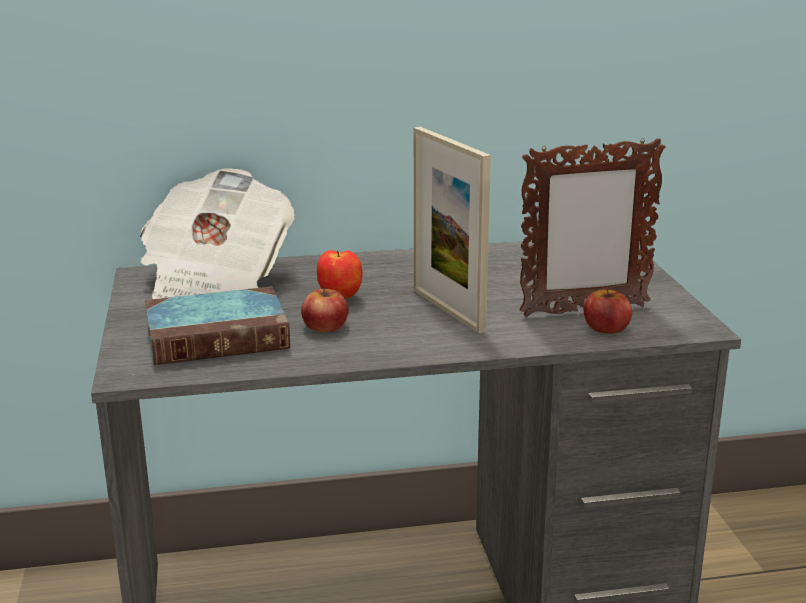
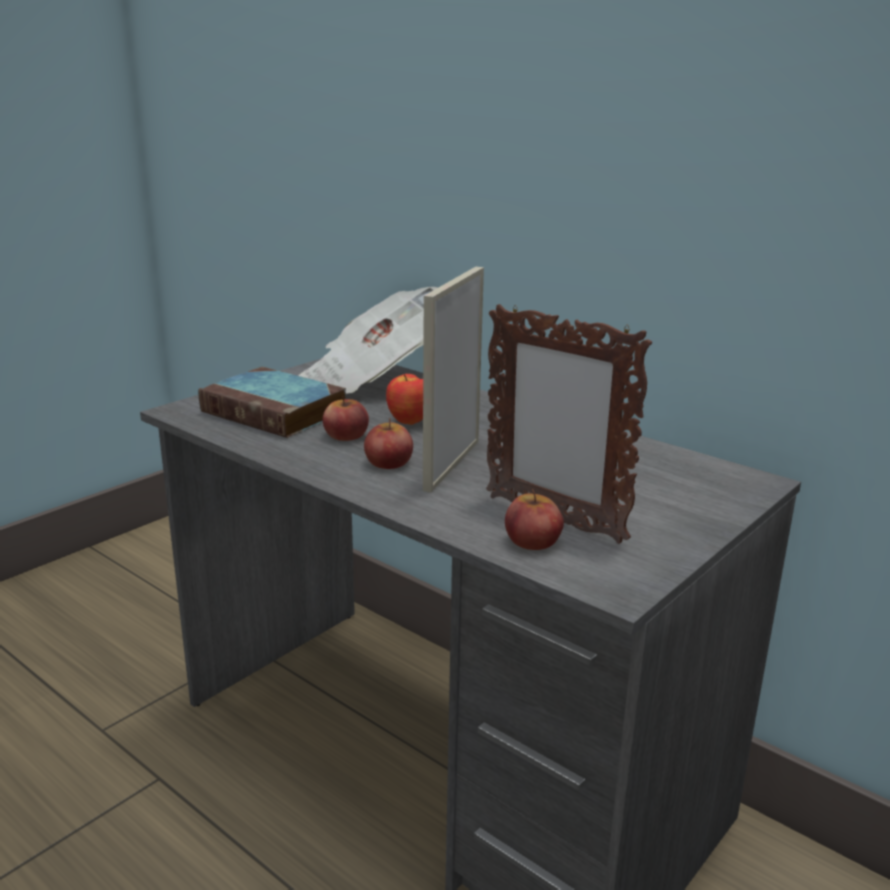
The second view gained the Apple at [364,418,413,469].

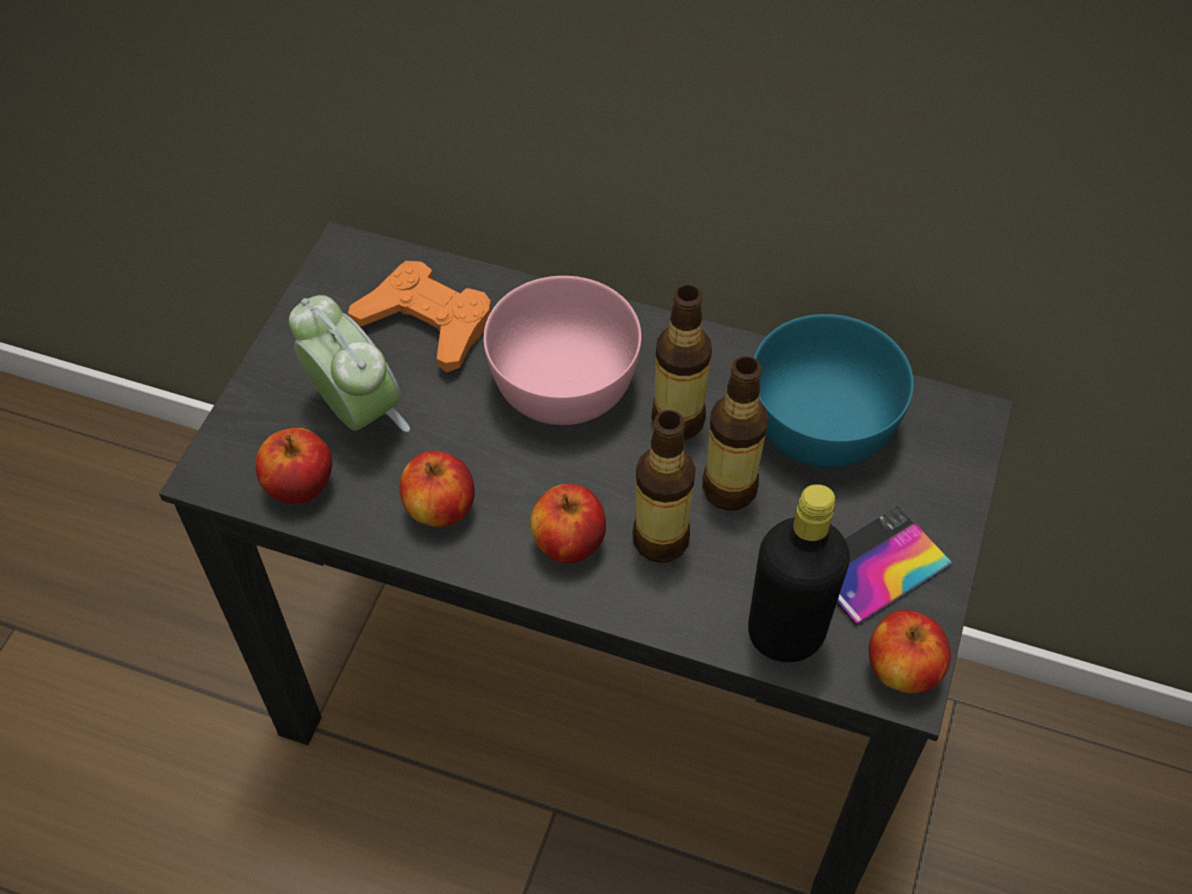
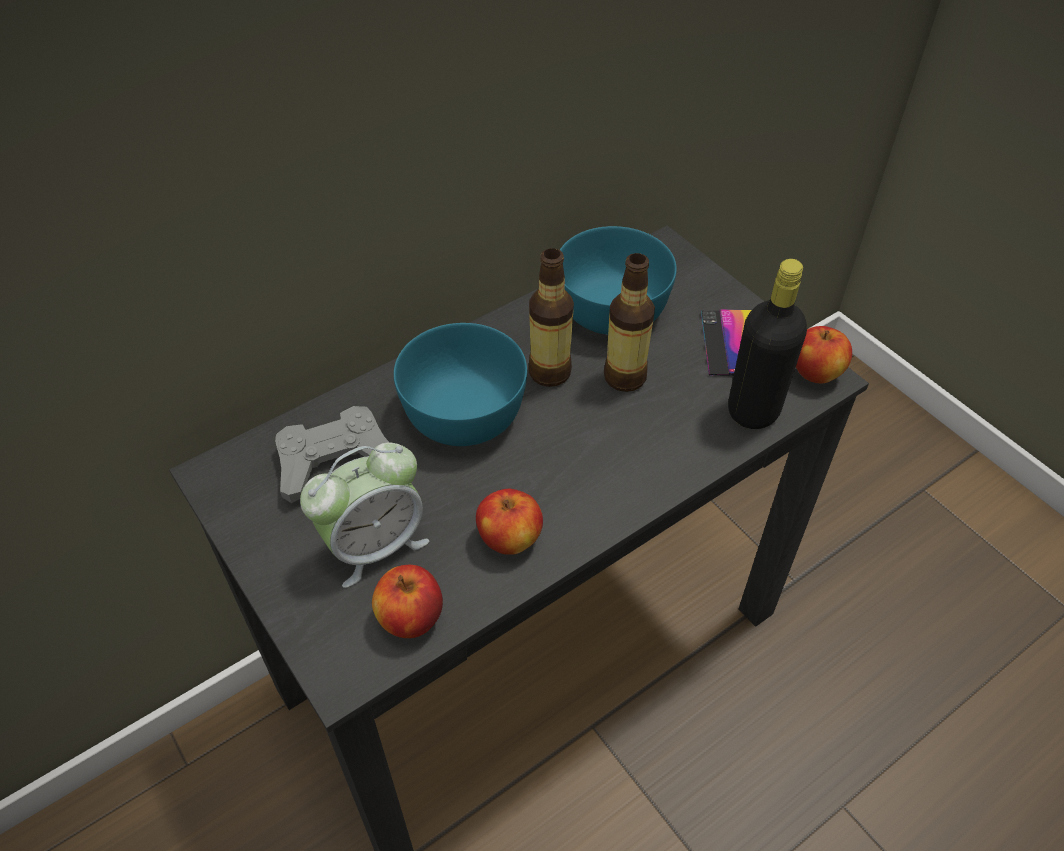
The TableClock at [289,295,410,432] ended up facing another way, 150 degrees clockwise from before.
What was the OrangeGamepad at [348,261,491,373] turned into the GrayGamepad at [275,406,389,503].
What was the PinkBowl at [484,276,641,425] turned into the TurquoiseColouredBowl at [394,323,527,446].
The second view lost the Apple at [530,484,606,563].
The second view lost the Bottle at [632,410,696,563].

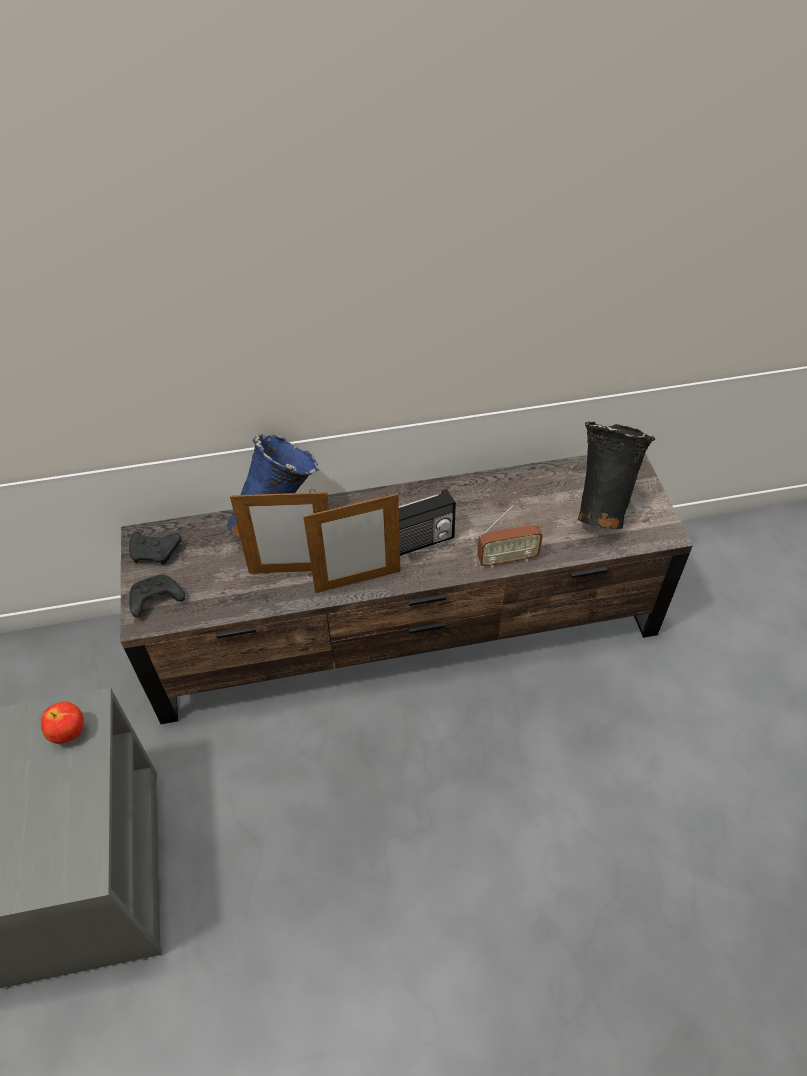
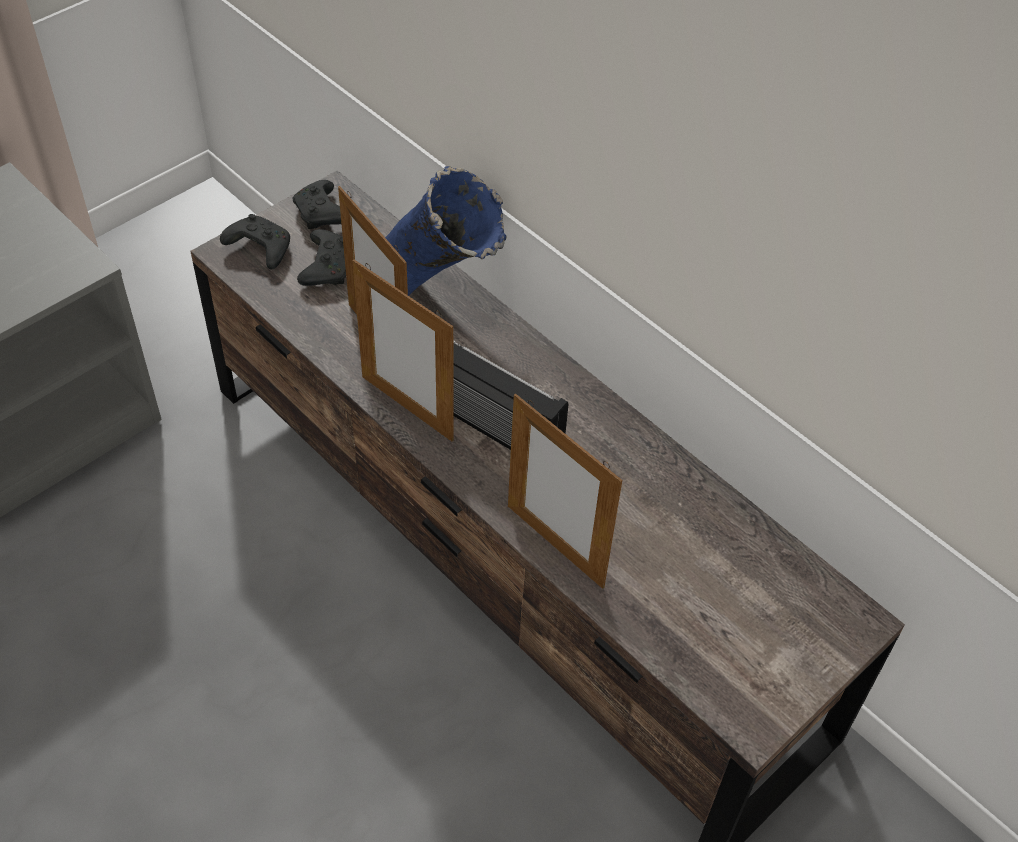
The second view lost the Apple at [41,702,84,744].
Where the Radio stood at [477,505,543,568], the PictureFrame came to stand at [508,393,622,589].
The second view lost the BlackVase at [578,421,655,529].
The second view gained the BlackGamepad at [297,229,346,286].

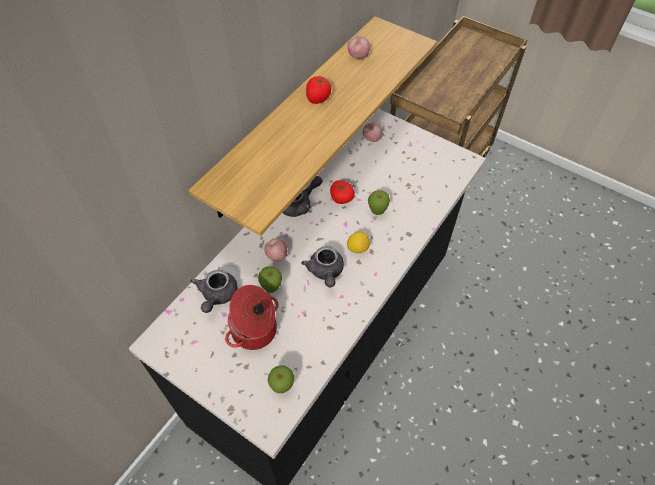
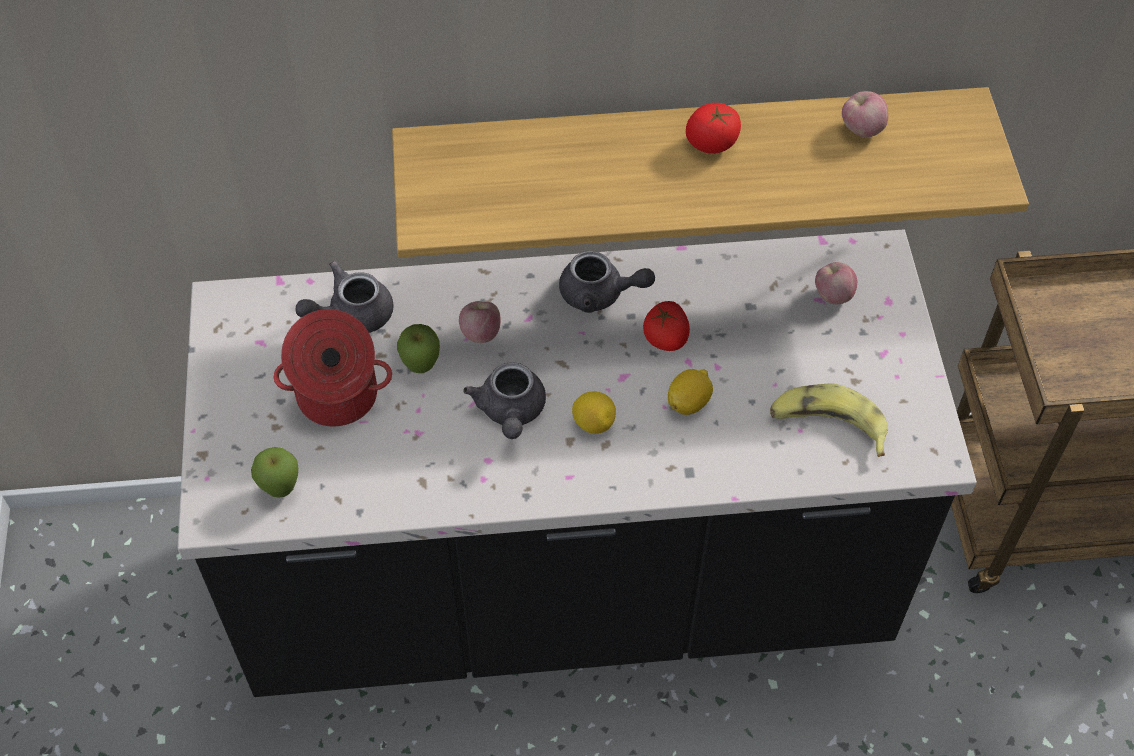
The GrayTeaPot at [301,246,344,288] ended up facing another way, 45 degrees counterclockwise from before.
Where the Apple stood at [368,190,390,215], the CitrusFruit came to stand at [668,369,713,415].
The second view gained the WholeBanana at [770,383,888,457].

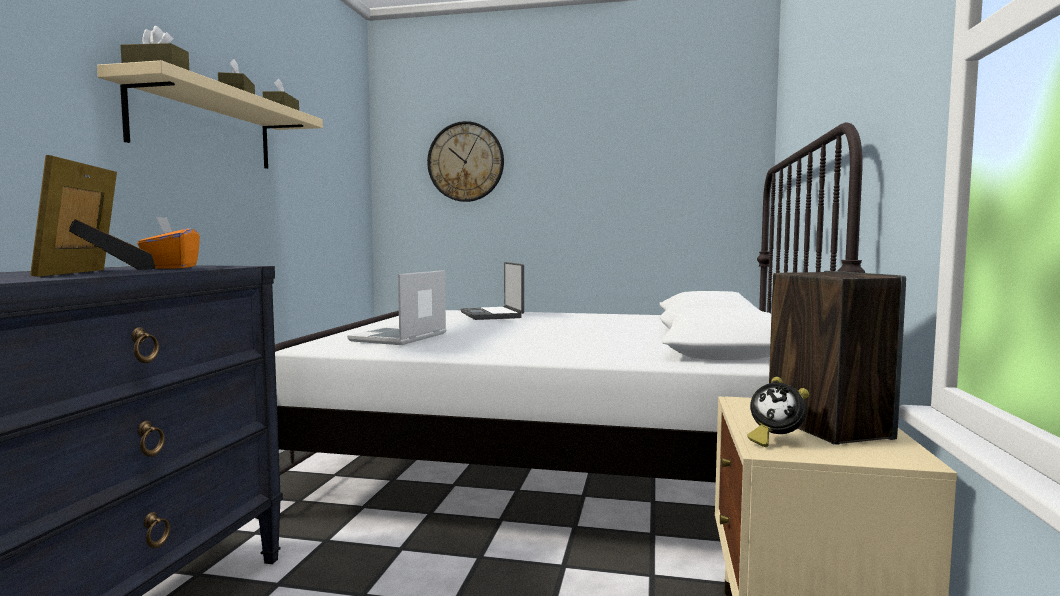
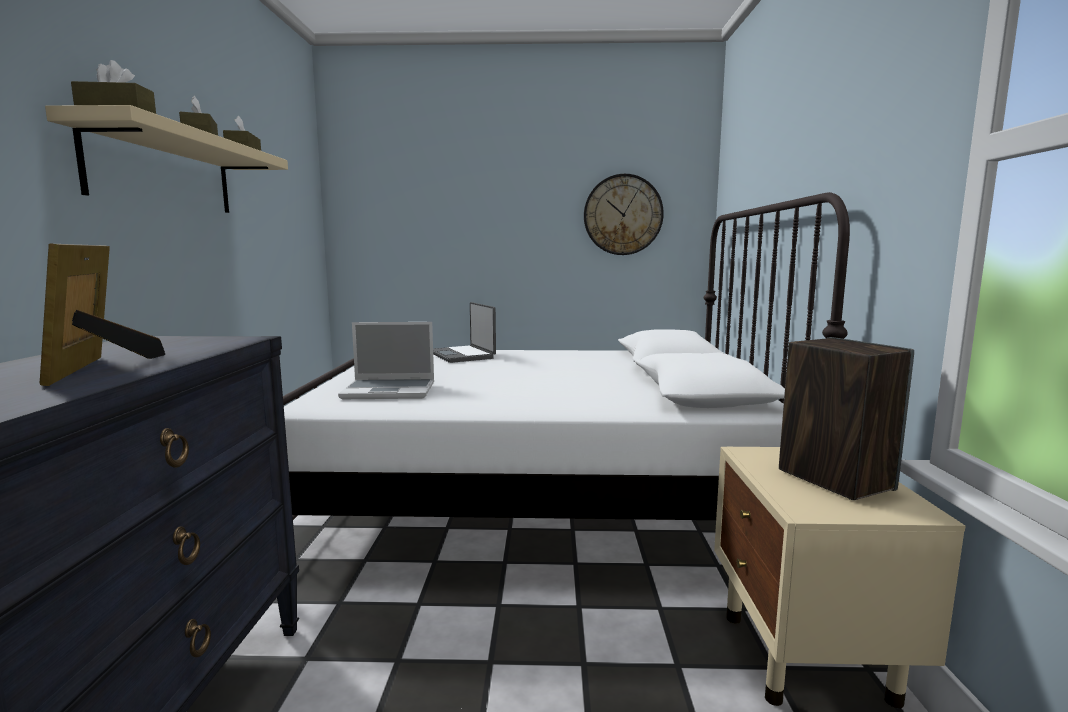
The second view lost the OrangeTissueHolder at [137,216,200,269].
The PortableComputer at [347,270,446,345] ended up facing another way, 105 degrees counterclockwise from before.
The WallClock ended up elsewhere, having gone from [427,121,504,202] to [584,174,664,255].
The second view lost the TableClock at [747,377,809,447].

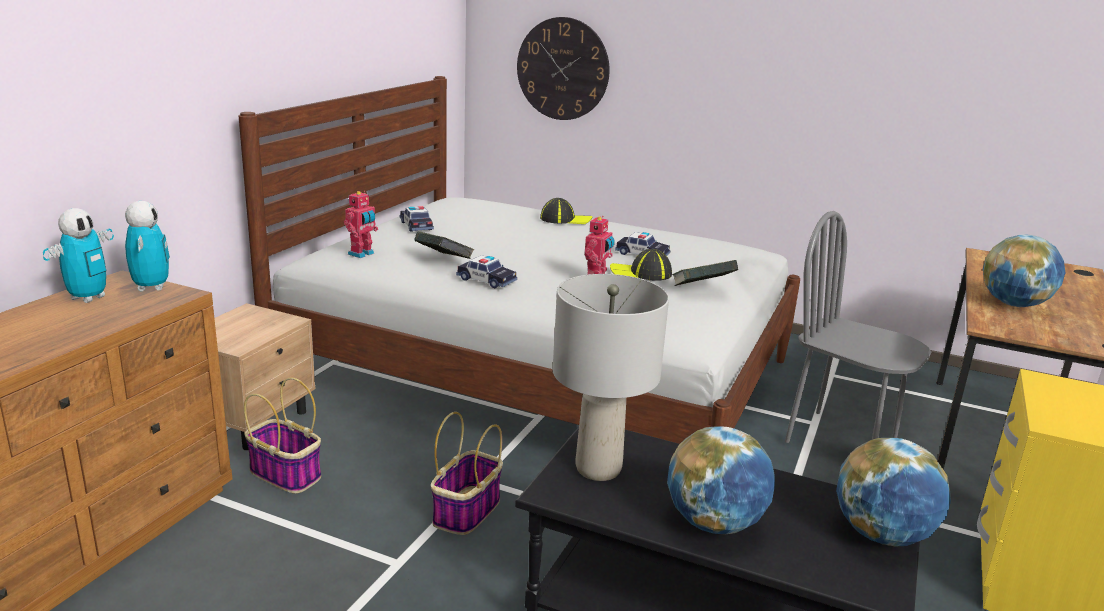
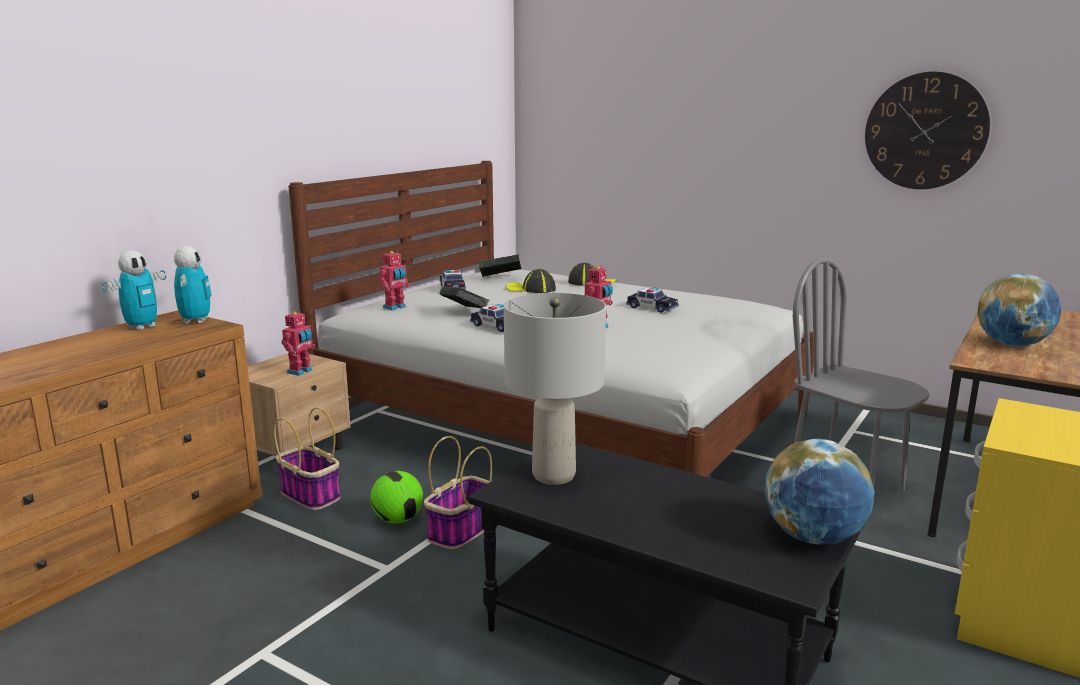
The WallClock ended up elsewhere, having gone from [517,17,610,120] to [865,72,990,189].
The PeakedCap ended up elsewhere, having gone from [610,249,672,281] to [507,269,556,293].
The second view lost the Globe at [667,426,775,534].
The BoundBook ended up elsewhere, having gone from [672,260,738,286] to [478,254,522,277].
The second view gained the RobotFigure at [281,311,315,376].
The second view gained the Football at [370,471,423,524].

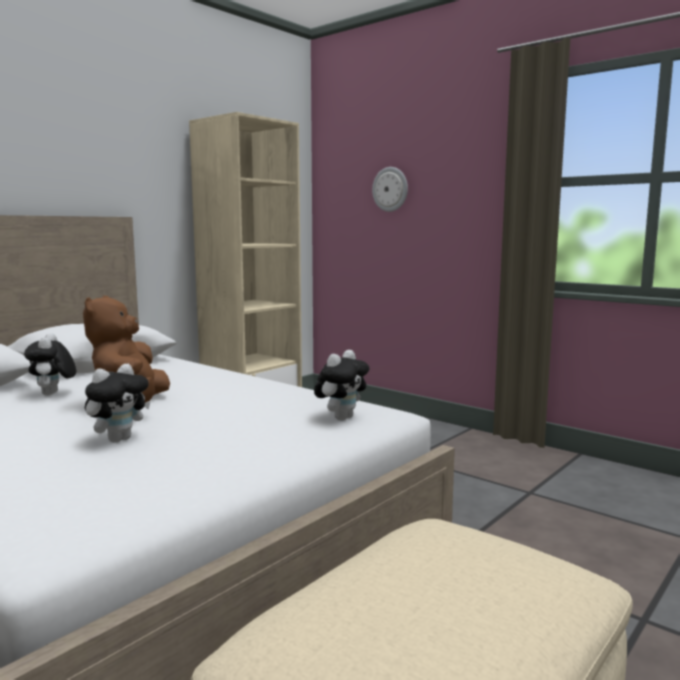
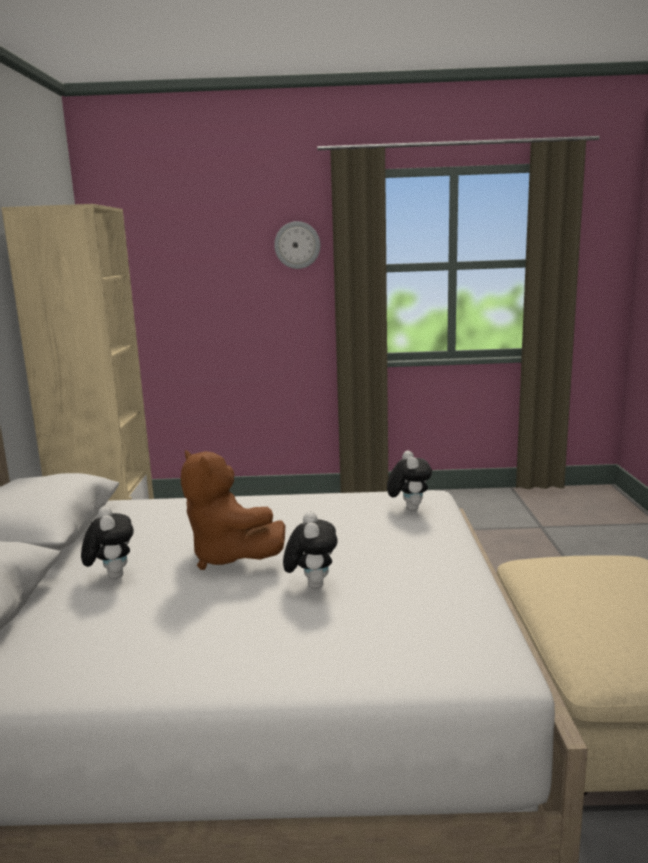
The SoftToy at [24,333,76,396] ended up facing another way, 150 degrees counterclockwise from before.
The WallClock ended up elsewhere, having gone from [372,167,408,212] to [274,221,320,269].

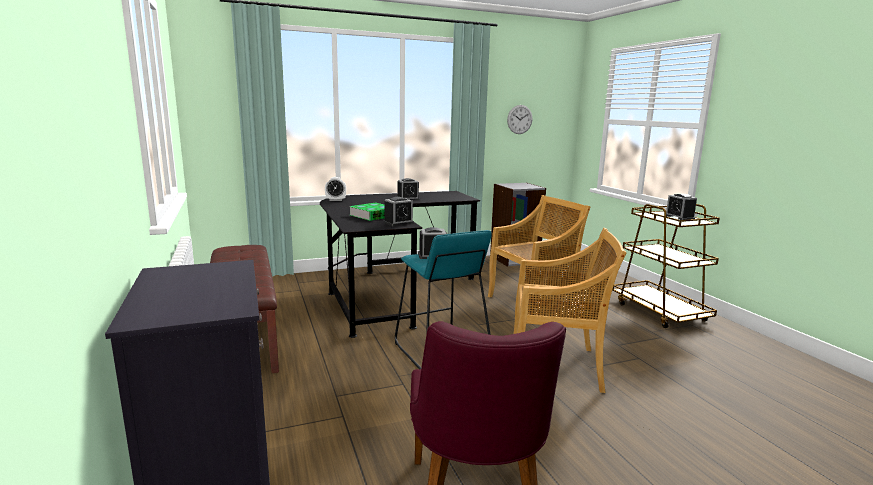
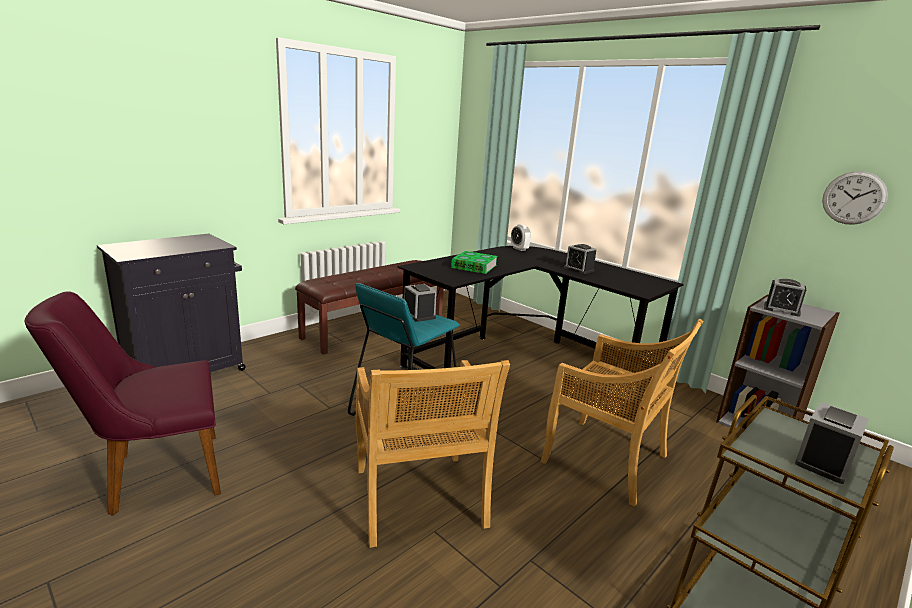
The TableClock ended up elsewhere, having gone from [383,197,414,226] to [764,278,806,316].

